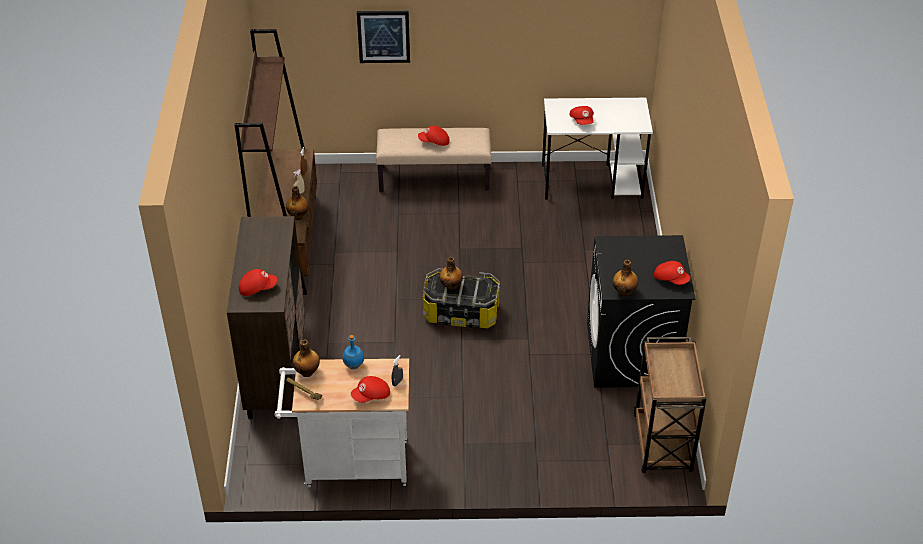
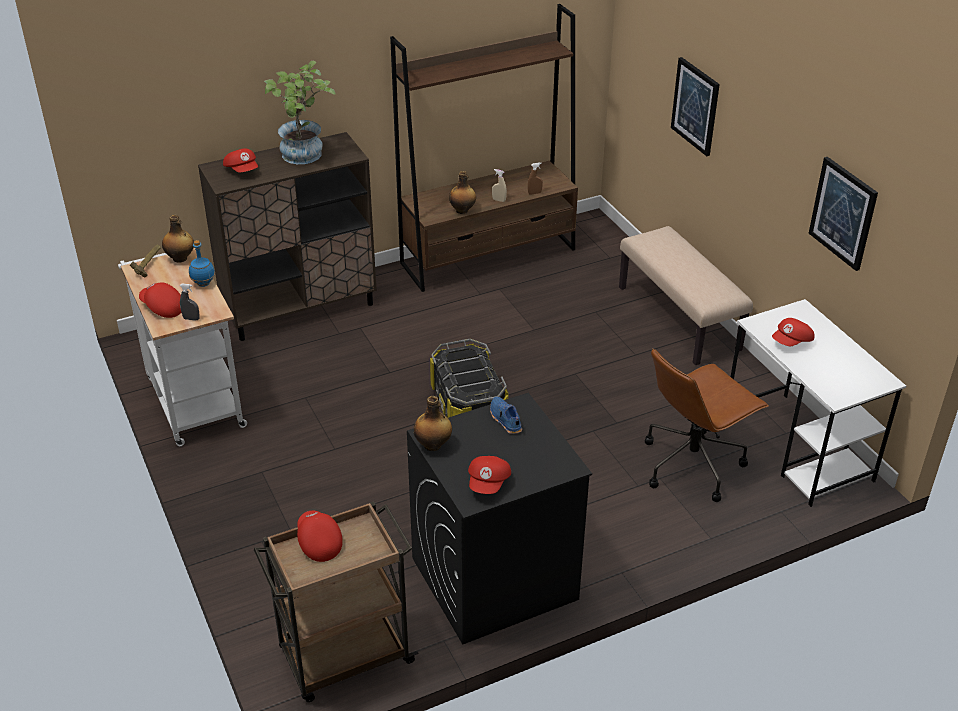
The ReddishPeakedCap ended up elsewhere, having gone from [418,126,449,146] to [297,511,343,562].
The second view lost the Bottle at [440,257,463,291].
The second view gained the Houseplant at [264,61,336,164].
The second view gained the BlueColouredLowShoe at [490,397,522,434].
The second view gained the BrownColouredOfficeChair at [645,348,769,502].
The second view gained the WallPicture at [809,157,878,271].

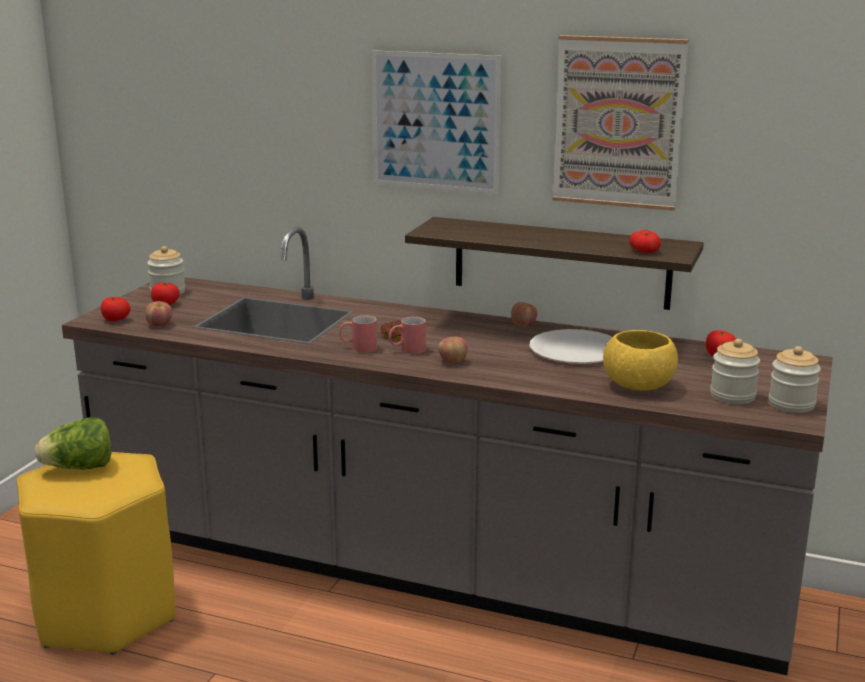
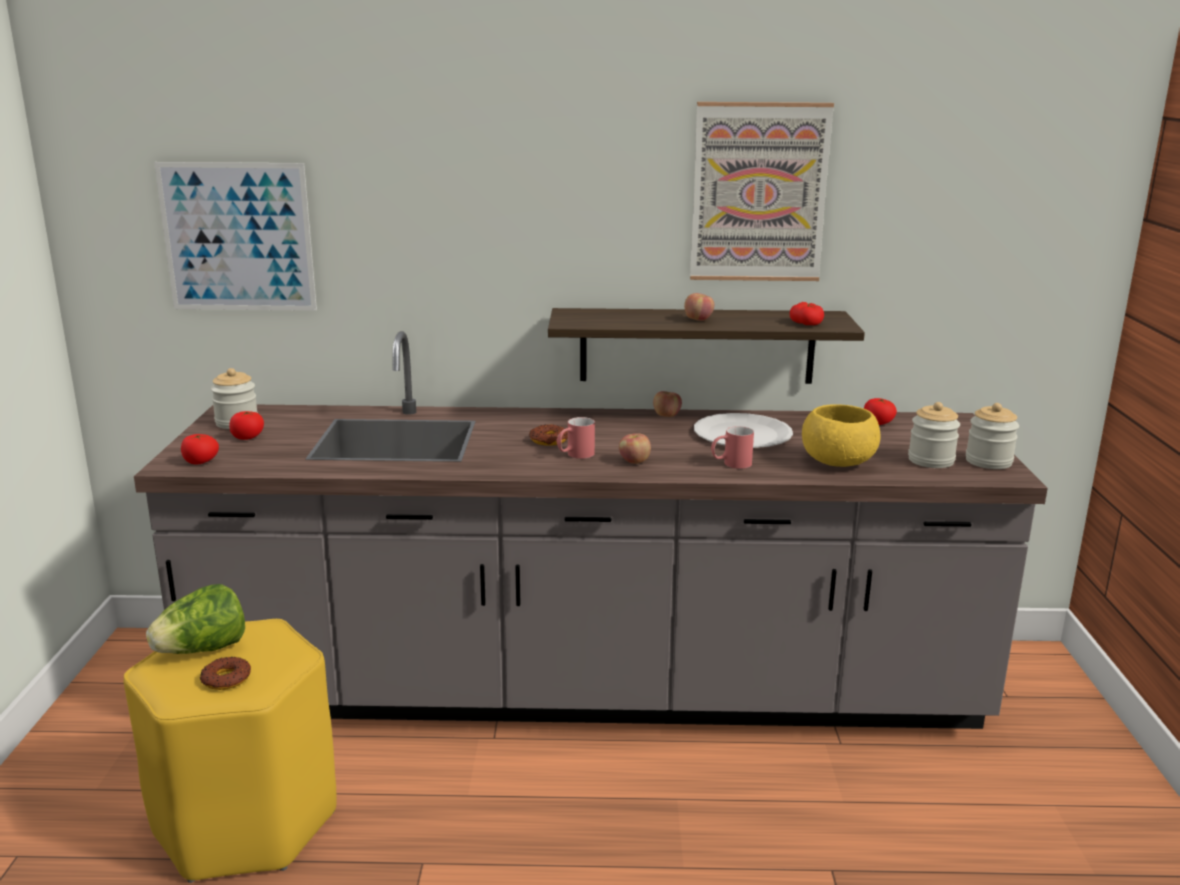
The Apple ended up elsewhere, having gone from [145,301,172,327] to [684,293,714,321].
The ReddishTeaMug ended up elsewhere, having gone from [339,316,377,353] to [711,426,754,469].
The WallPicture ended up elsewhere, having gone from [371,50,501,194] to [154,162,317,311].
The second view gained the Donut at [200,657,251,690].

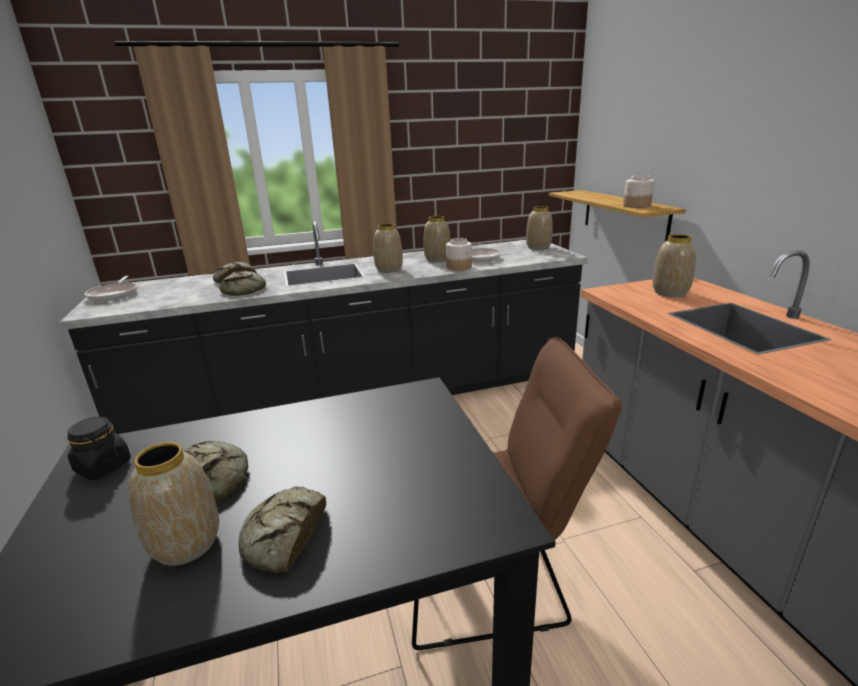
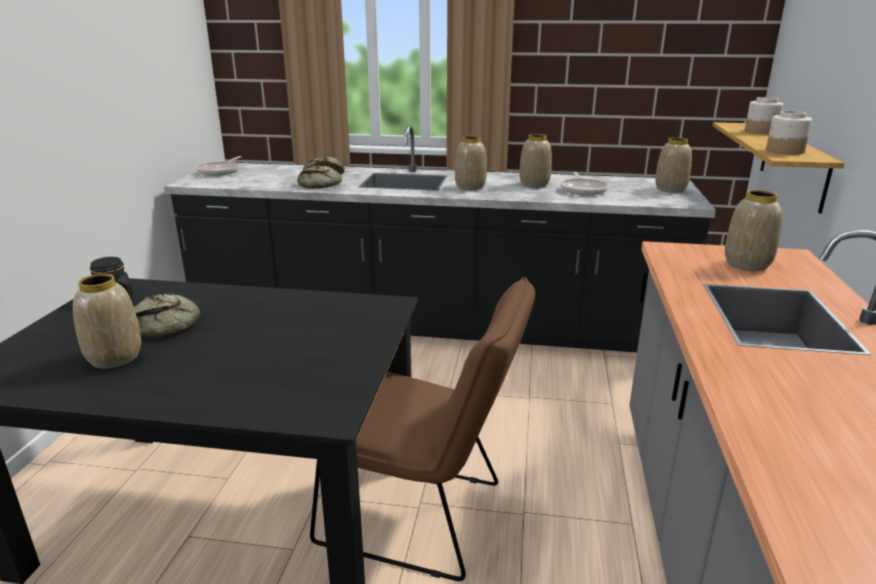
The second view lost the Bread at [238,486,326,573].
The Jar ended up elsewhere, having gone from [446,238,472,271] to [745,97,783,134].

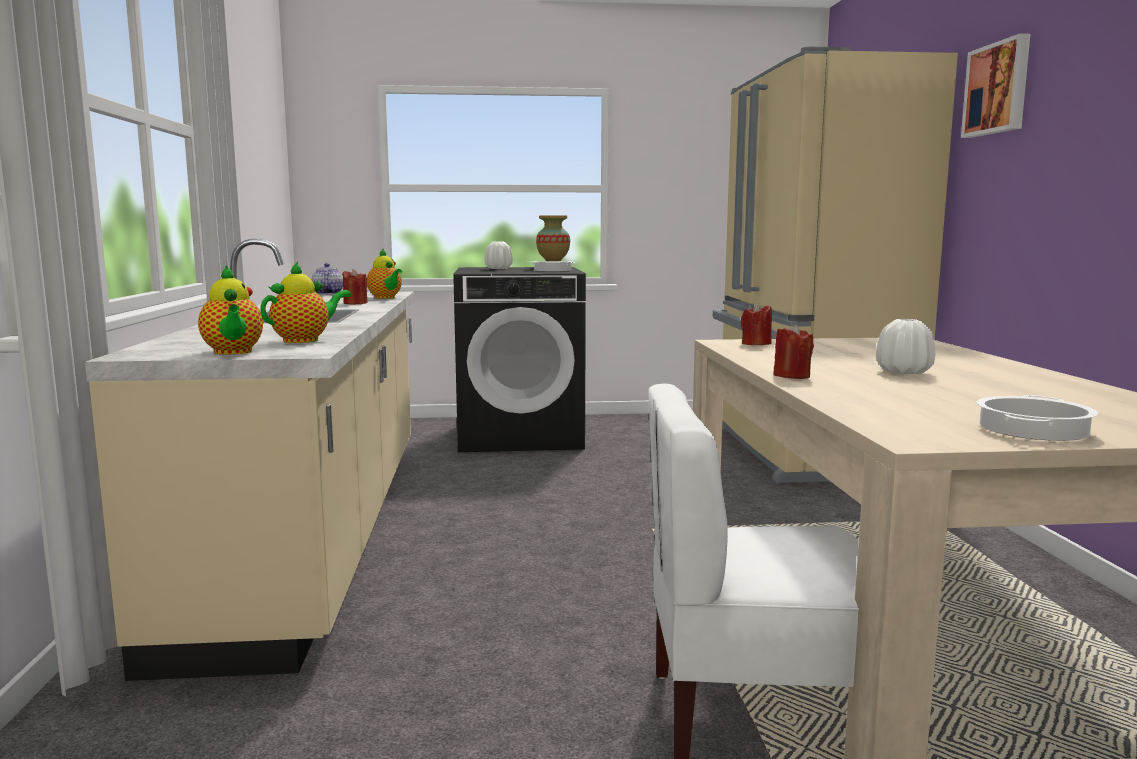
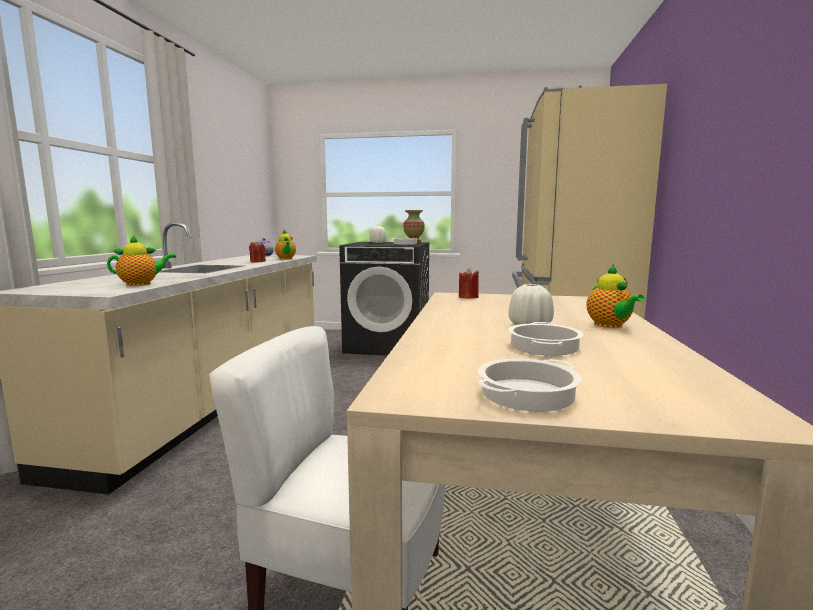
The TeaPot ended up elsewhere, having gone from [198,265,263,355] to [586,264,645,328].
The second view lost the ReddishCandle at [773,324,814,379].
The second view lost the WallPicture at [961,33,1031,138].
The second view gained the Saucepot at [508,322,584,355].

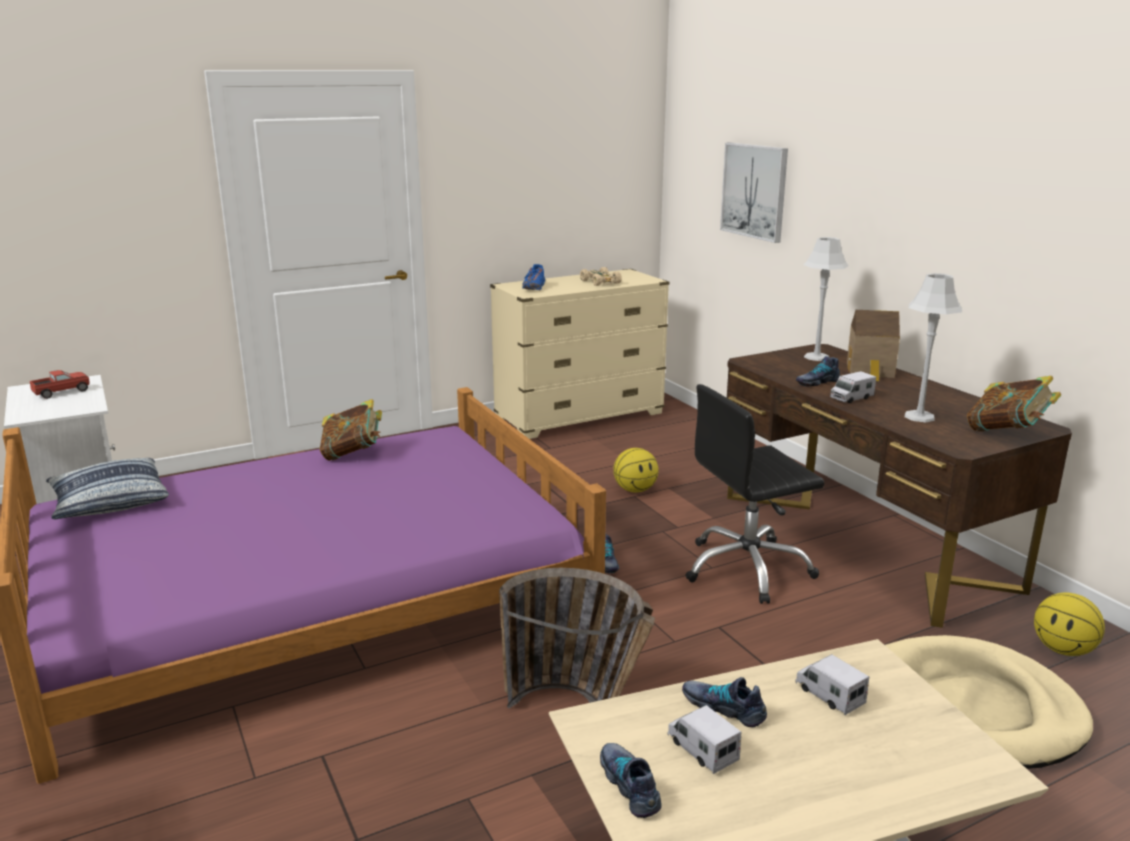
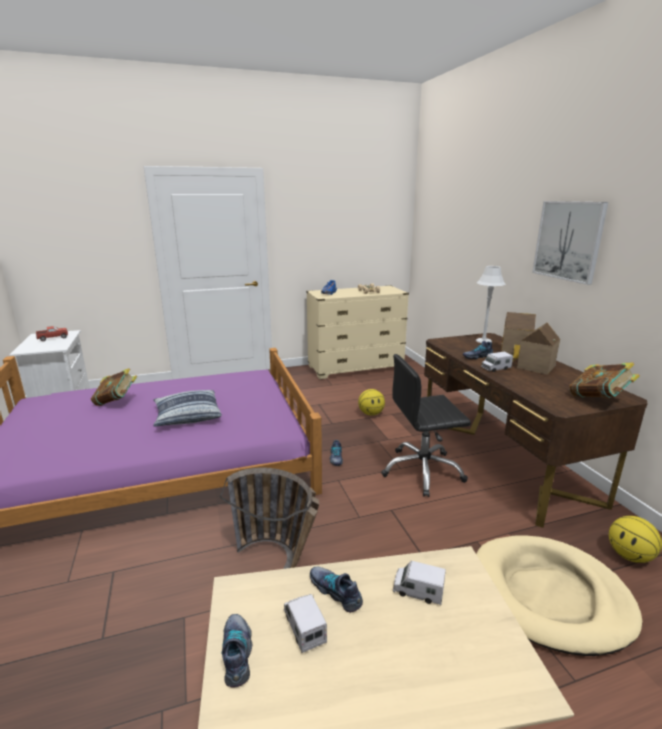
The Pillow ended up elsewhere, having gone from [46,458,169,519] to [153,390,222,427].
The BoundBook ended up elsewhere, having gone from [320,399,382,461] to [91,368,137,406].
The WallPicture ended up elsewhere, having gone from [720,142,788,243] to [532,201,608,285].
The ToyLorry at [795,654,869,715] ended up facing another way, 45 degrees counterclockwise from before.
The second view lost the GrayLampForATable at [905,273,962,422].
The second view gained the ToyHouse at [512,323,560,375].

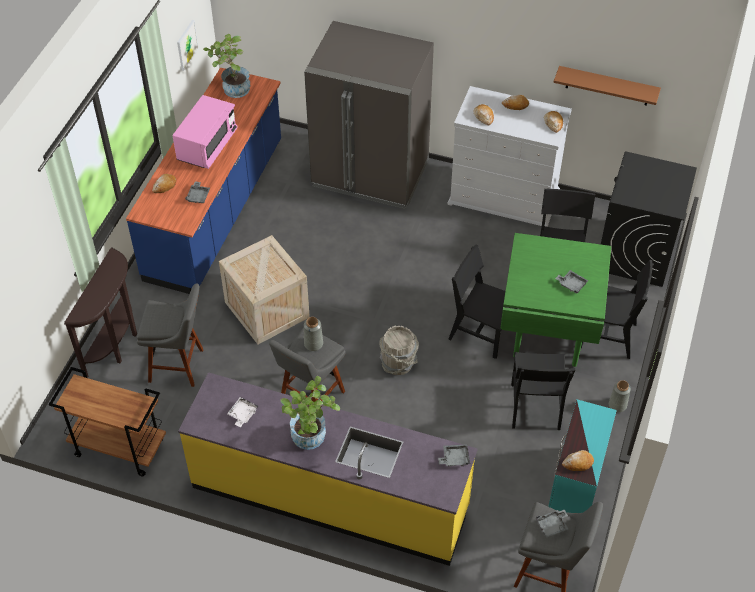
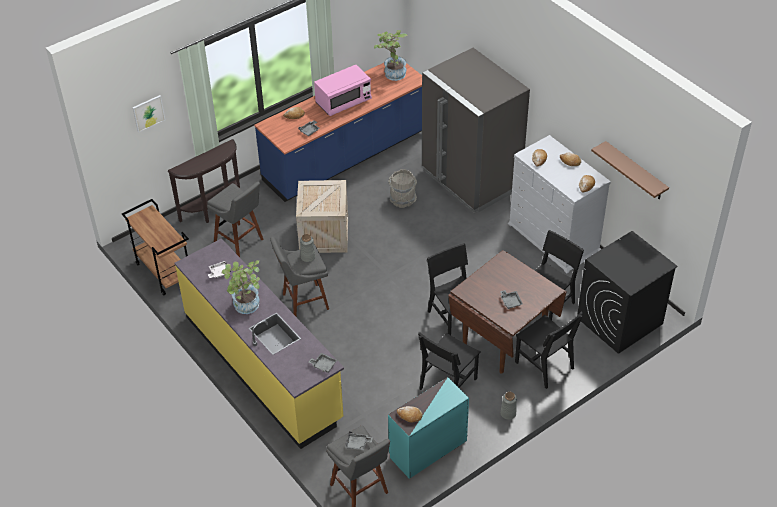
The WallPicture ended up elsewhere, having gone from [177,20,199,71] to [133,95,165,133].
The GrayPail ended up elsewhere, having gone from [379,326,419,375] to [388,169,417,208].
What was the GreenColouredDiningTable at [500,233,611,367] turned into the BrownColouredDiningTable at [448,250,566,374].

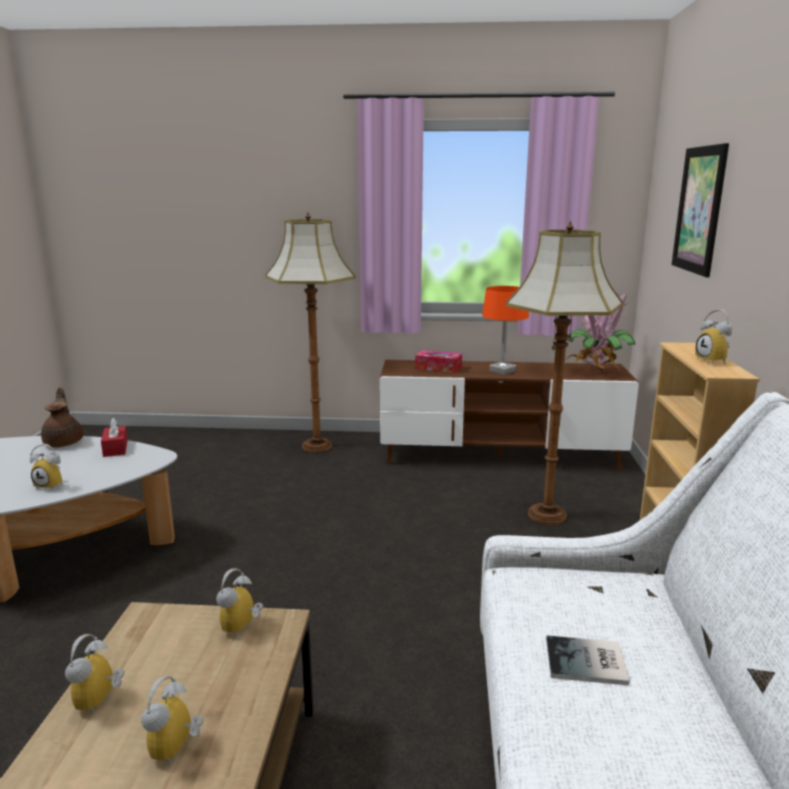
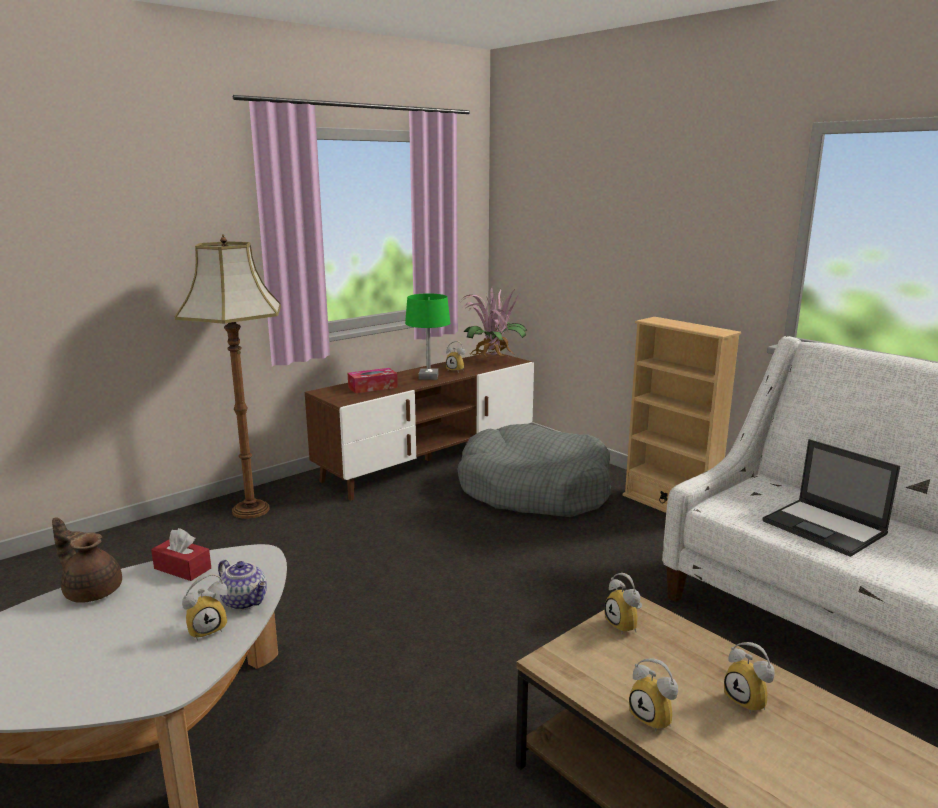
What was the OrangeLampForATable at [482,286,529,375] turned into the GreenColouredLampForATable at [405,293,450,380].
Where the StandardLamp stood at [506,220,623,525], the GrayPetBed came to stand at [458,424,611,517].
Where the BoundBook stood at [546,635,630,686], the PortableComputer came to stand at [763,439,900,557].
The second view lost the WallPicture at [672,143,729,277].
The TableClock ended up elsewhere, having gone from [695,309,733,364] to [446,341,465,371].
The second view gained the TeaPot at [218,560,267,610].

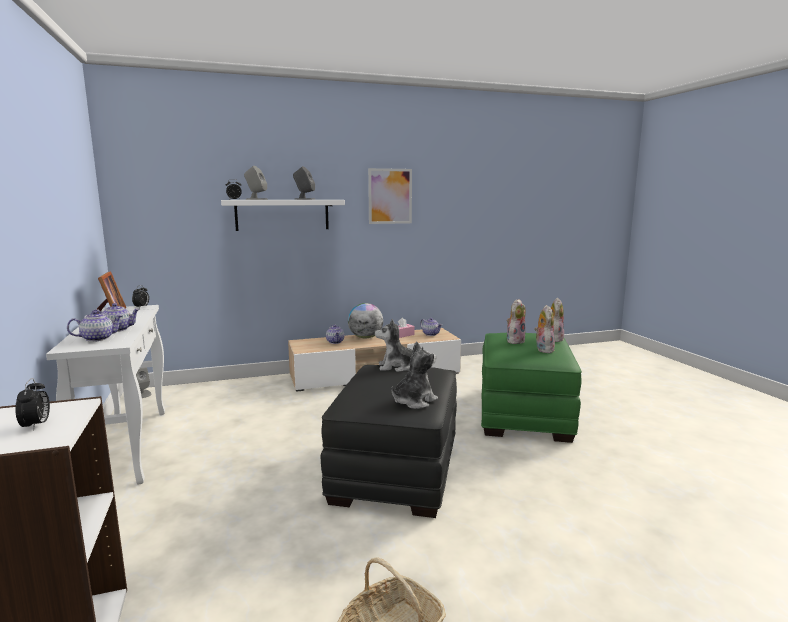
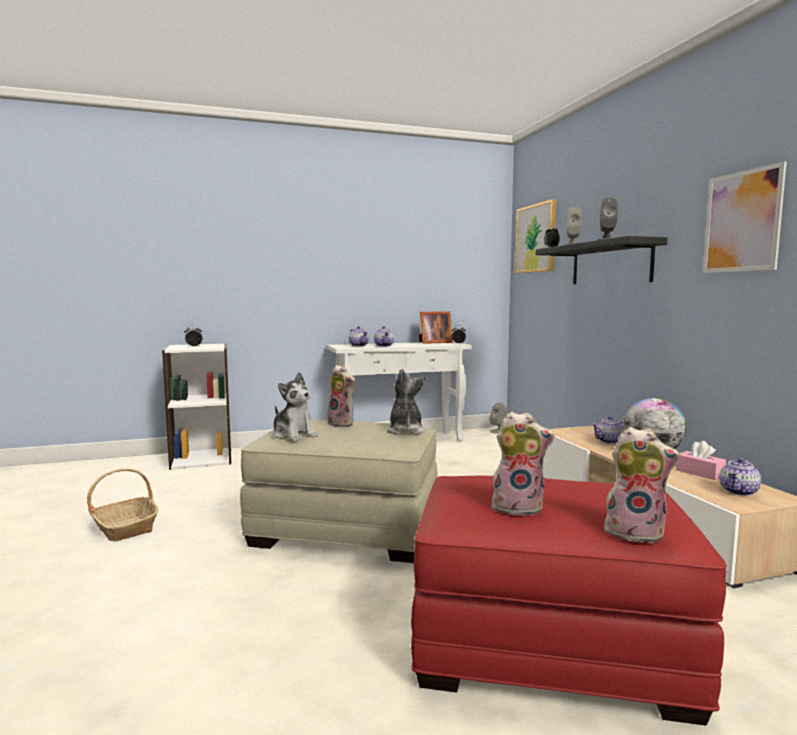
What was the WhiteShelf at [221,200,345,231] turned into the BlackShelf at [536,236,668,284].
What was the BlackOttoman at [321,365,457,518] turned into the BeigeColouredOttoman at [240,420,438,563].
What was the GreenColouredOttoman at [481,333,582,443] turned into the ReddishOttoman at [411,476,727,726].
The SoftToy ended up elsewhere, having gone from [507,299,526,344] to [327,365,356,427].
The second view gained the WallPicture at [515,199,556,273].

